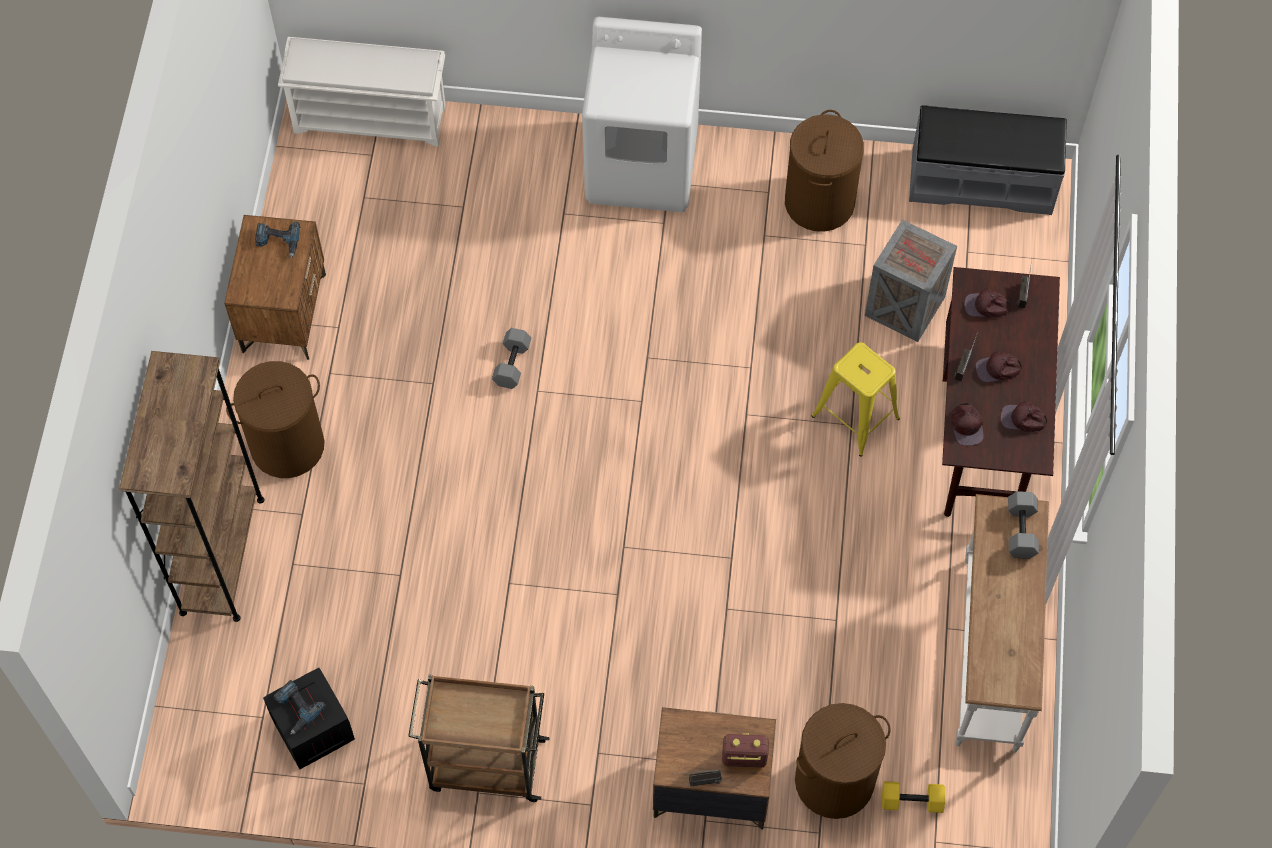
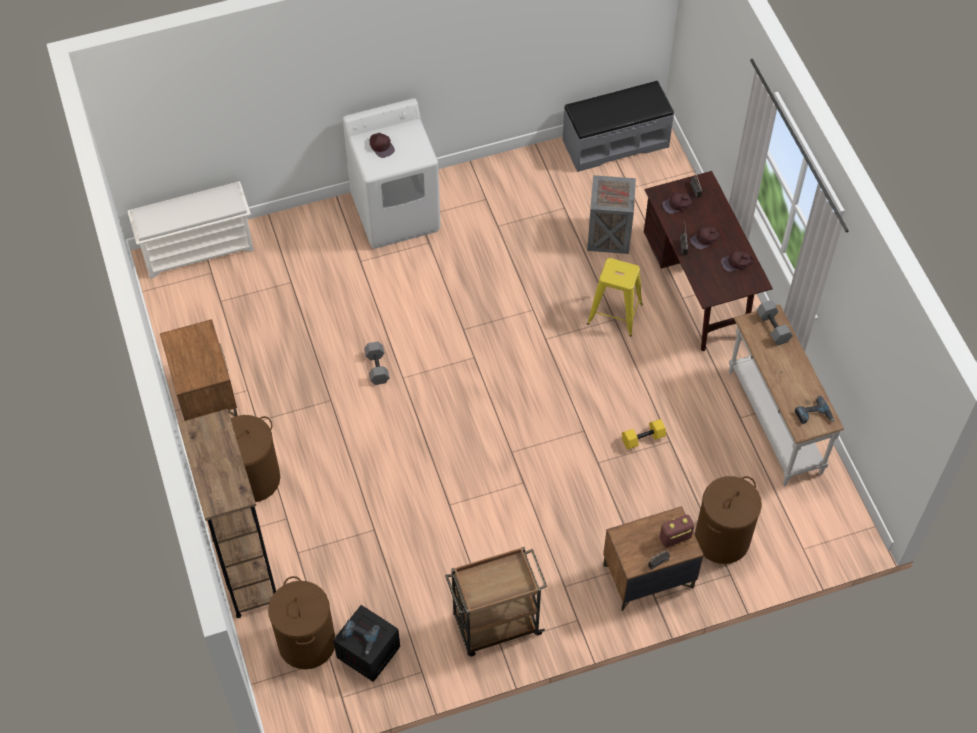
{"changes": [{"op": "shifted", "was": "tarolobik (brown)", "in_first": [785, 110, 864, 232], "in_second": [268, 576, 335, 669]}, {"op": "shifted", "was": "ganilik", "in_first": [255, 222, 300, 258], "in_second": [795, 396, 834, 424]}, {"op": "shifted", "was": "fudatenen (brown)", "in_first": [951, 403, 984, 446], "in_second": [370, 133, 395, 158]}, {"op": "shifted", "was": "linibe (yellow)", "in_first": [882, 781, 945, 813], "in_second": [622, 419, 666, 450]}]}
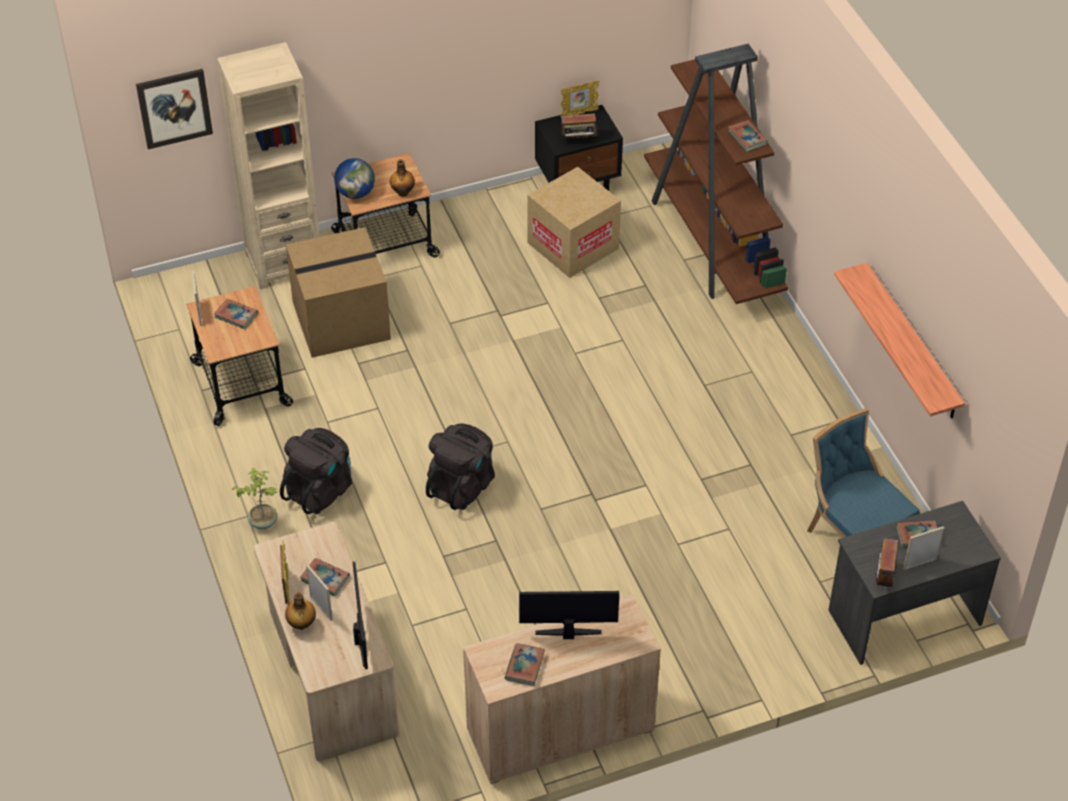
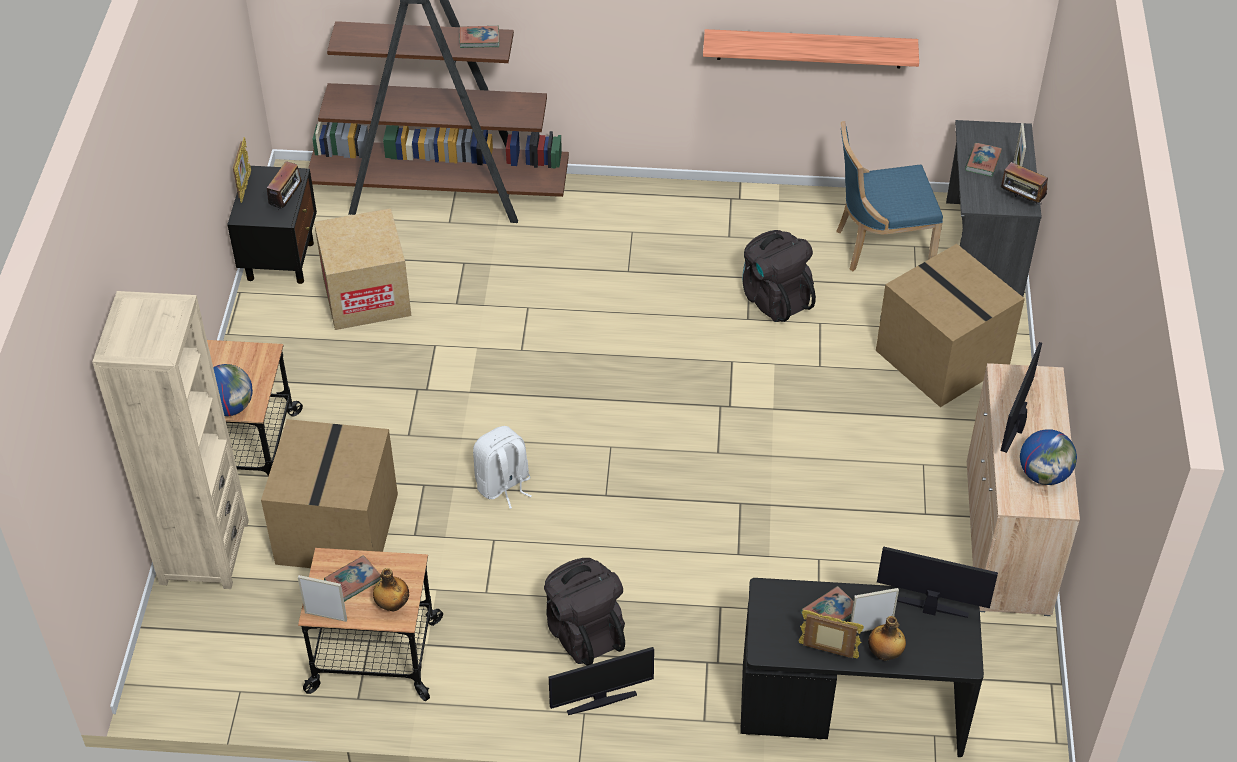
{"changes": [{"op": "gone", "was": "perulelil", "in_first": [136, 69, 213, 149]}, {"op": "shifted", "was": "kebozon", "in_first": [390, 160, 415, 196], "in_second": [373, 568, 409, 611]}, {"op": "shifted", "was": "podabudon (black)", "in_first": [426, 424, 495, 510], "in_second": [742, 230, 816, 322]}, {"op": "swapped", "was": "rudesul", "now": "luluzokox", "in_first": [232, 468, 277, 529], "in_second": [549, 647, 654, 715]}, {"op": "repainted", "was": "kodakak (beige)", "now": "kodakak (black)", "in_first": [254, 522, 399, 761], "in_second": [740, 578, 984, 757]}, {"op": "swapped", "was": "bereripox", "now": "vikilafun", "in_first": [505, 643, 545, 686], "in_second": [1020, 429, 1077, 485]}, {"op": "new", "now": "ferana", "in_second": [876, 244, 1025, 407]}, {"op": "new", "now": "podabudon (white)", "in_second": [473, 426, 532, 509]}]}
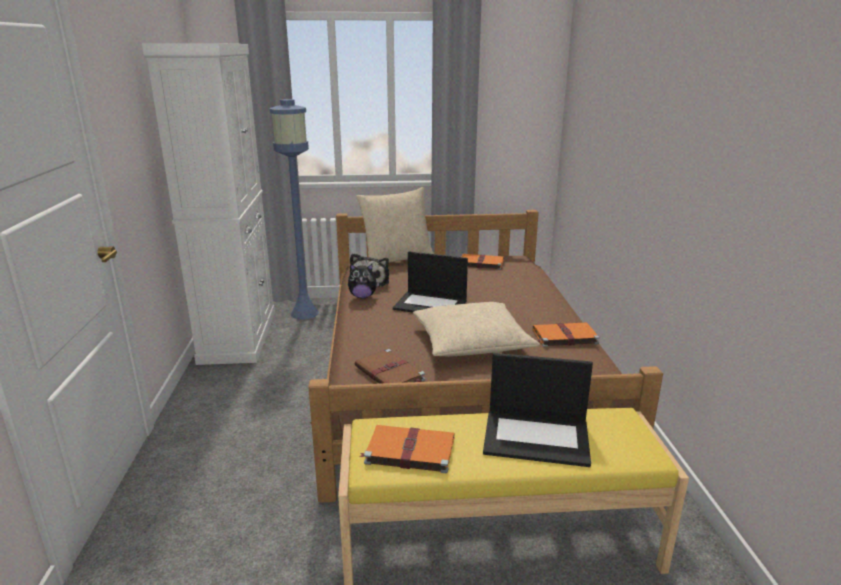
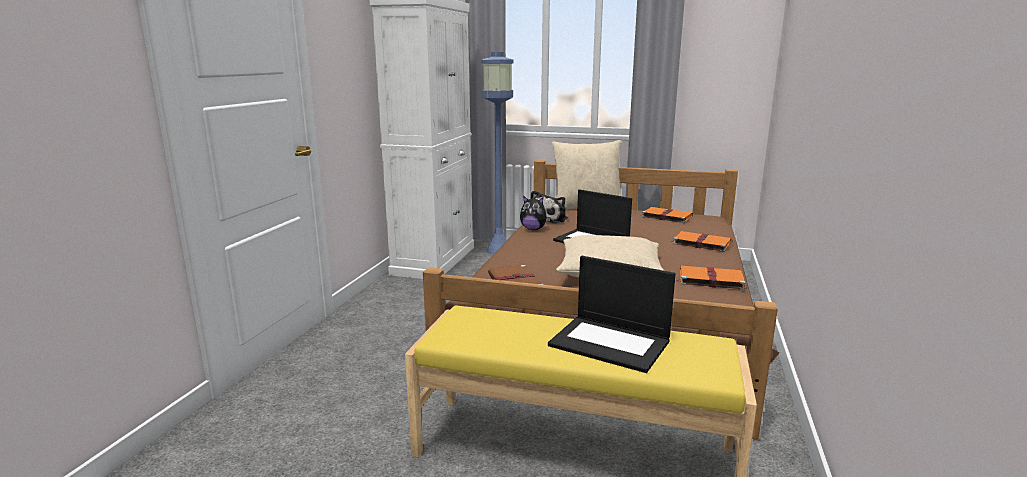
{"changes": [{"op": "shifted", "was": "bereripox (orange)", "in_first": [359, 425, 454, 473], "in_second": [672, 231, 731, 252]}]}
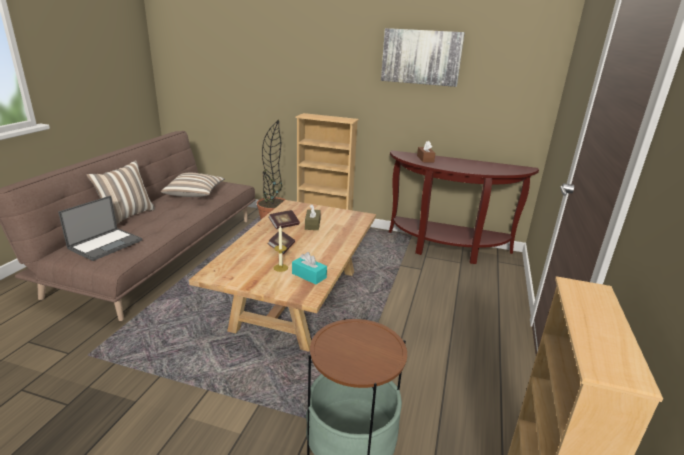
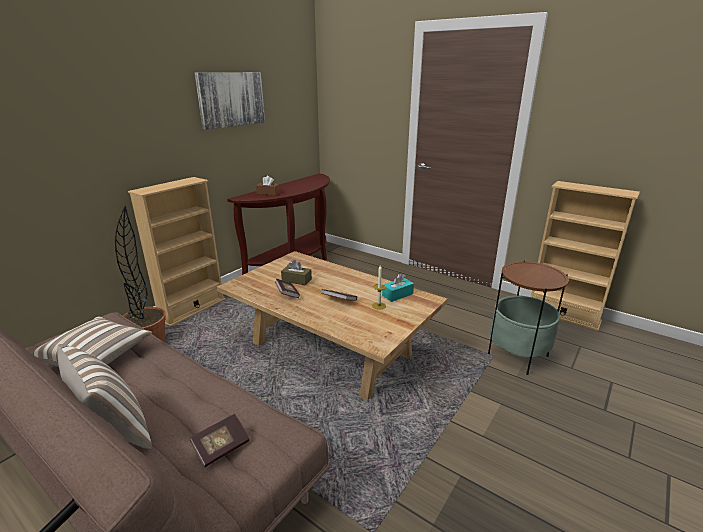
{"changes": [{"op": "swapped", "was": "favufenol", "now": "bereripox", "in_first": [58, 196, 142, 261], "in_second": [190, 414, 250, 467]}]}
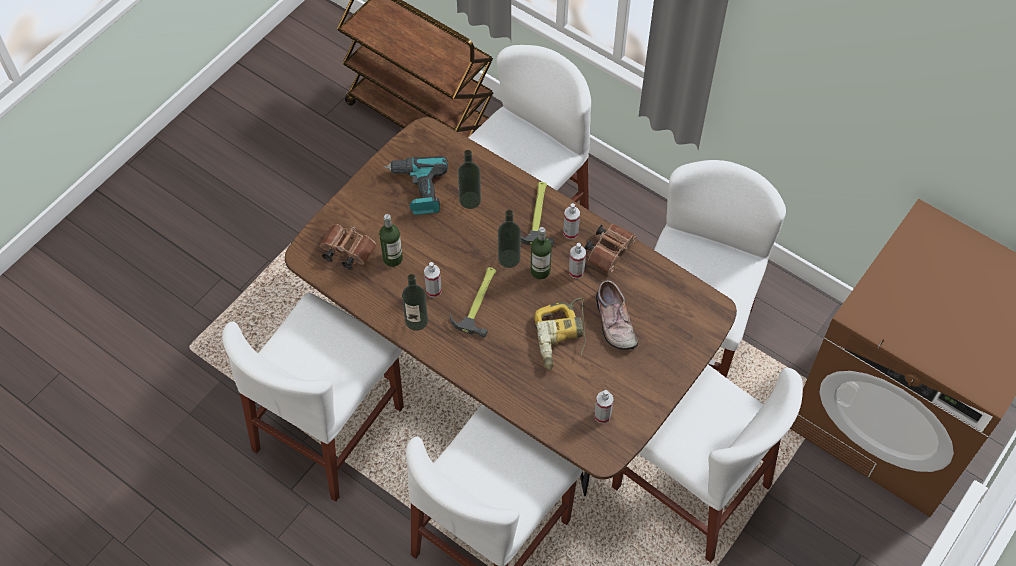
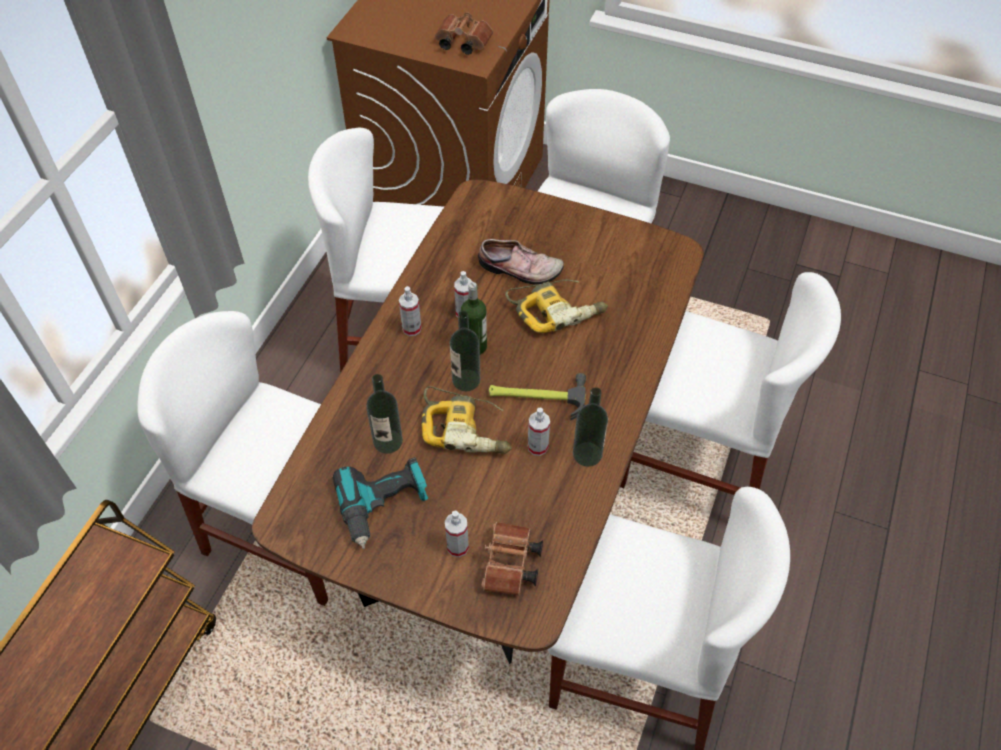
{"changes": [{"op": "gone", "was": "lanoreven", "in_first": [521, 182, 554, 246]}, {"op": "gone", "was": "kebozon", "in_first": [379, 214, 403, 267]}, {"op": "shifted", "was": "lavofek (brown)", "in_first": [584, 224, 637, 273], "in_second": [435, 12, 493, 55]}, {"op": "rotated", "was": "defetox", "in_first": [596, 281, 638, 350], "in_second": [478, 239, 564, 285], "clockwise": 45}, {"op": "shifted", "was": "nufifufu", "in_first": [594, 390, 614, 424], "in_second": [445, 511, 469, 557]}, {"op": "new", "now": "ganilik", "in_second": [421, 386, 512, 454]}]}
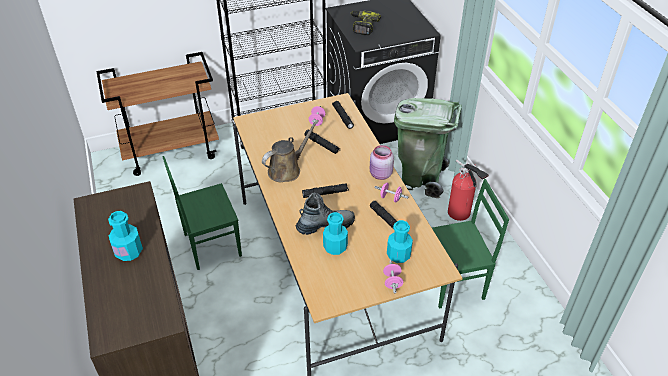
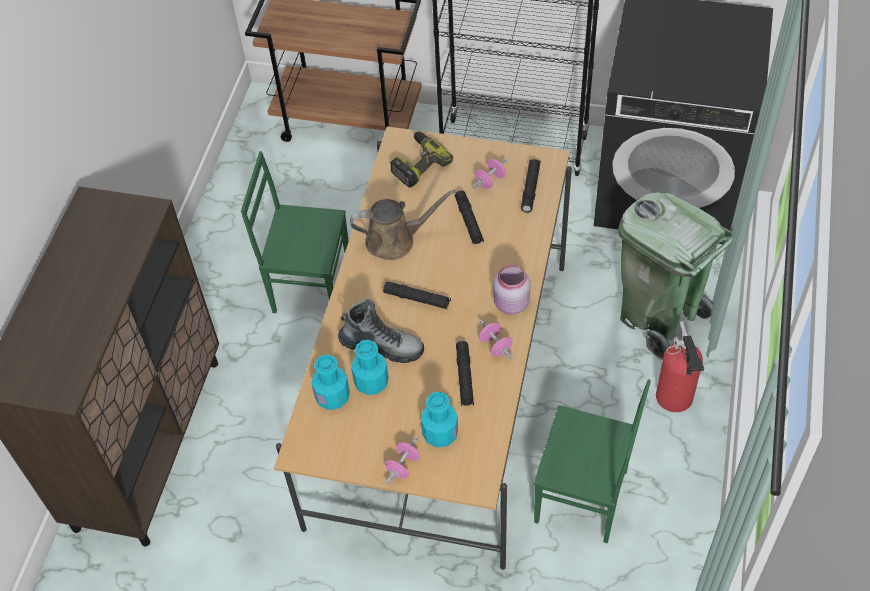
{"changes": [{"op": "shifted", "was": "ganilik", "in_first": [351, 11, 381, 35], "in_second": [390, 132, 453, 188]}, {"op": "shifted", "was": "kebozon (turquoise)", "in_first": [108, 211, 143, 261], "in_second": [311, 355, 350, 410]}]}
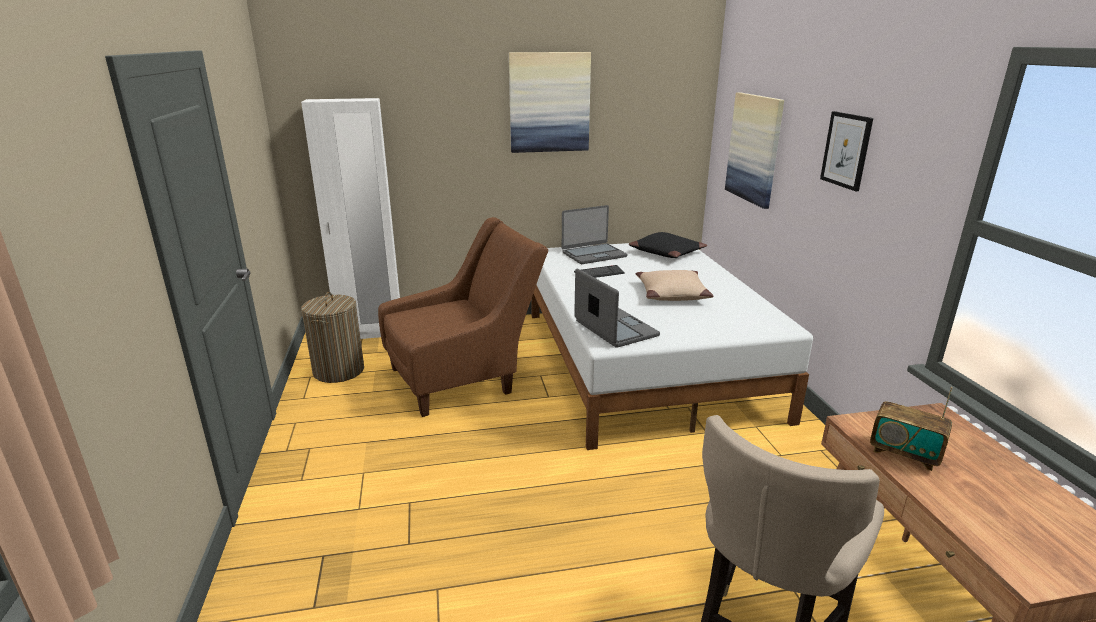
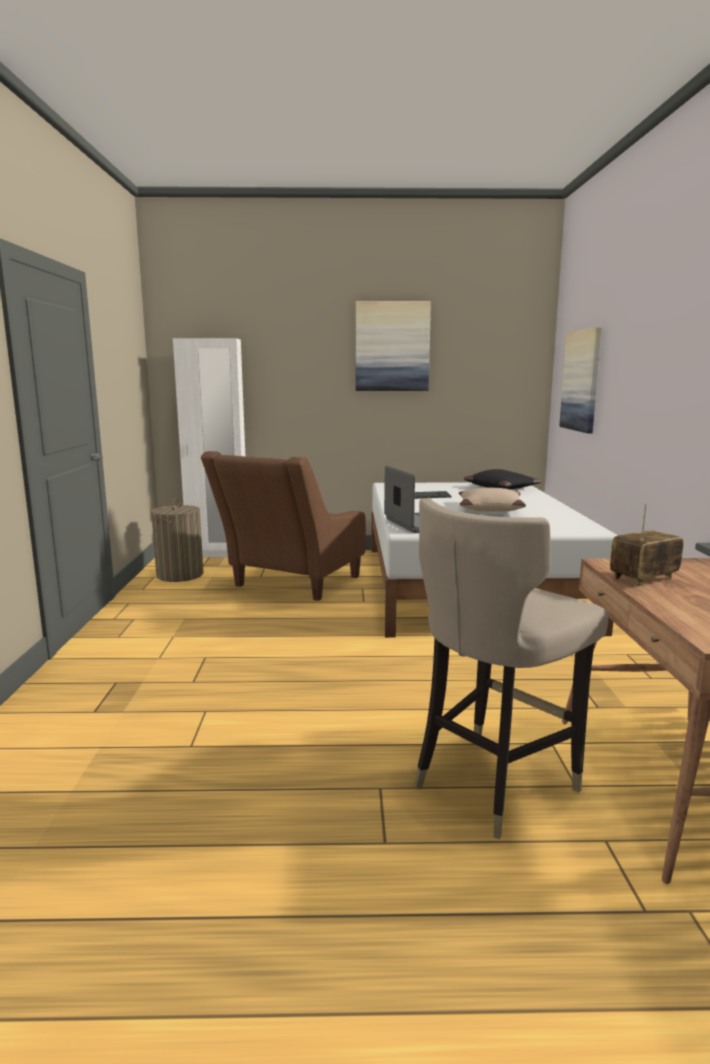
{"changes": [{"op": "gone", "was": "perulelil", "in_first": [820, 111, 873, 191]}, {"op": "gone", "was": "favufenol", "in_first": [562, 205, 627, 264]}, {"op": "rotated", "was": "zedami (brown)", "in_first": [378, 217, 548, 417], "in_second": [201, 451, 366, 601], "clockwise": 135}, {"op": "rotated", "was": "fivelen", "in_first": [870, 387, 953, 471], "in_second": [610, 504, 684, 586], "clockwise": 105}]}
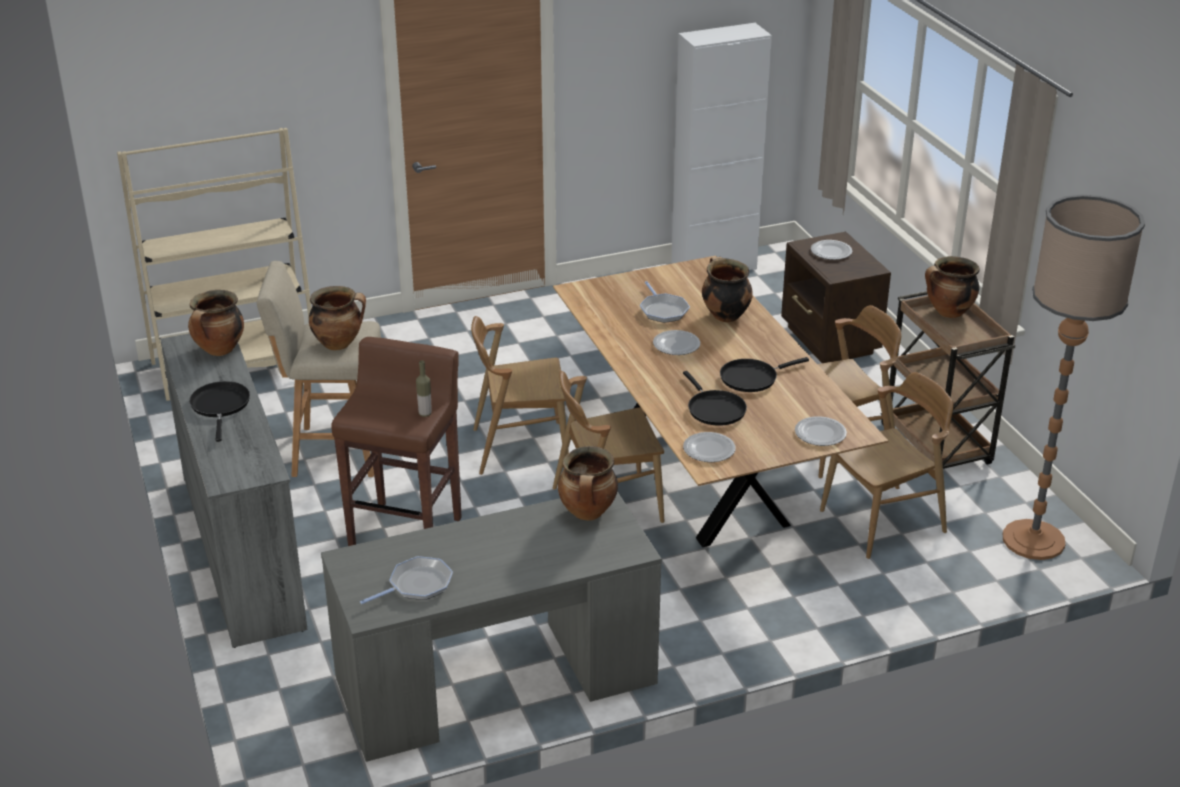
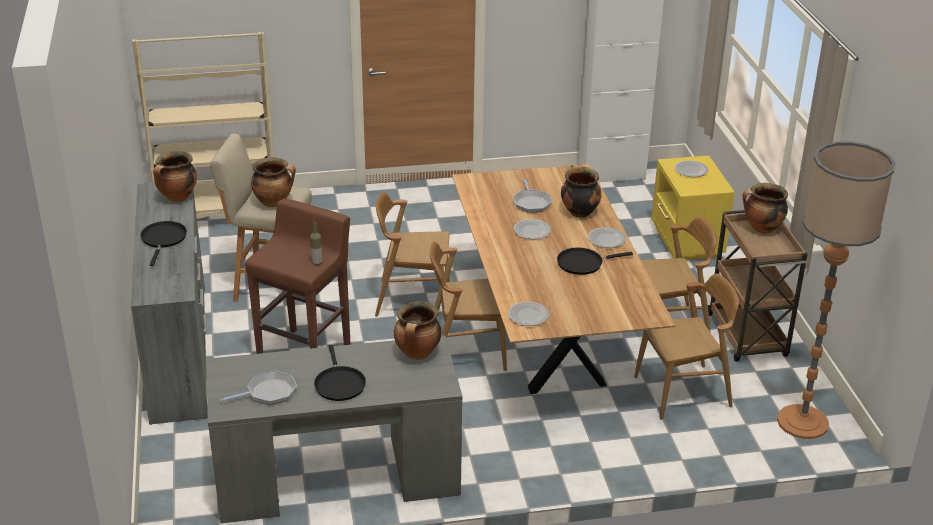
{"changes": [{"op": "repainted", "was": "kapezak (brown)", "now": "kapezak (yellow)", "in_first": [781, 232, 891, 363], "in_second": [651, 155, 735, 260]}, {"op": "shifted", "was": "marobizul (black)", "in_first": [683, 371, 747, 426], "in_second": [314, 345, 366, 401]}, {"op": "shifted", "was": "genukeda", "in_first": [795, 416, 847, 446], "in_second": [588, 227, 626, 248]}]}
